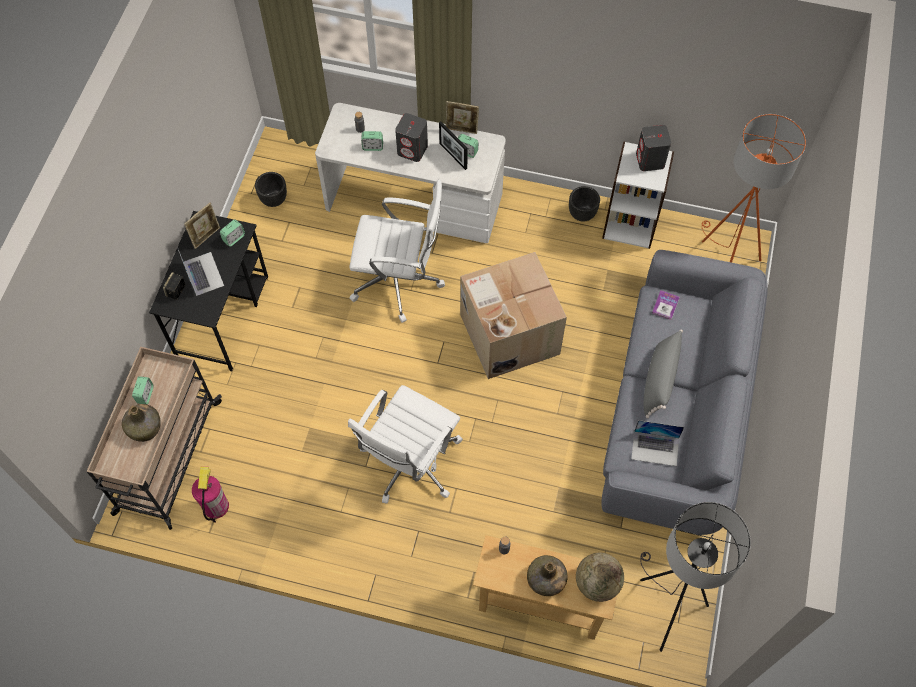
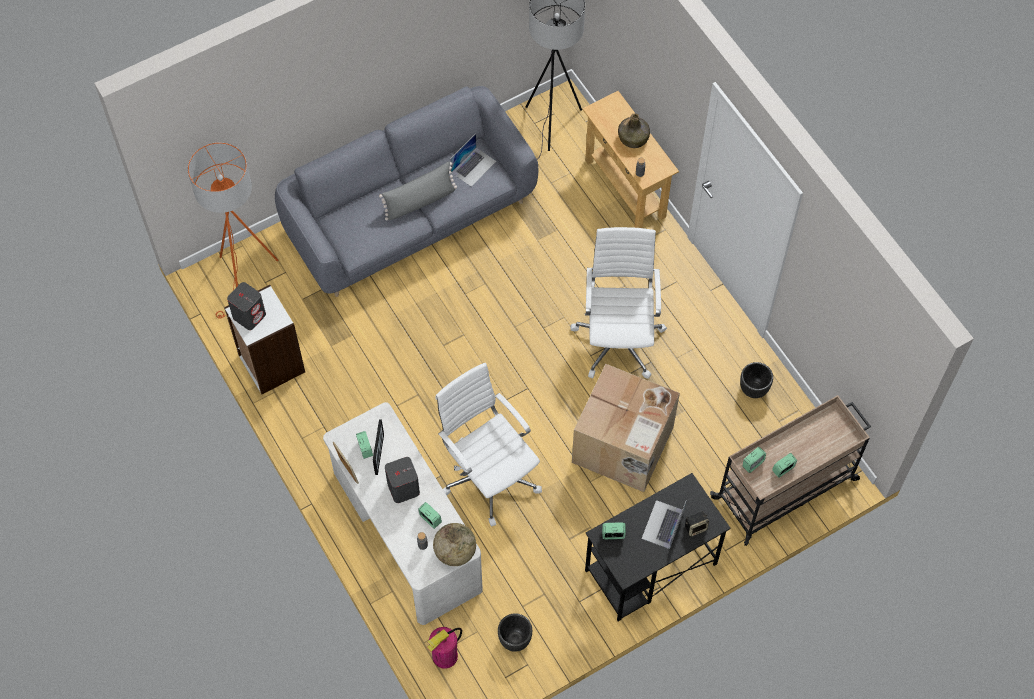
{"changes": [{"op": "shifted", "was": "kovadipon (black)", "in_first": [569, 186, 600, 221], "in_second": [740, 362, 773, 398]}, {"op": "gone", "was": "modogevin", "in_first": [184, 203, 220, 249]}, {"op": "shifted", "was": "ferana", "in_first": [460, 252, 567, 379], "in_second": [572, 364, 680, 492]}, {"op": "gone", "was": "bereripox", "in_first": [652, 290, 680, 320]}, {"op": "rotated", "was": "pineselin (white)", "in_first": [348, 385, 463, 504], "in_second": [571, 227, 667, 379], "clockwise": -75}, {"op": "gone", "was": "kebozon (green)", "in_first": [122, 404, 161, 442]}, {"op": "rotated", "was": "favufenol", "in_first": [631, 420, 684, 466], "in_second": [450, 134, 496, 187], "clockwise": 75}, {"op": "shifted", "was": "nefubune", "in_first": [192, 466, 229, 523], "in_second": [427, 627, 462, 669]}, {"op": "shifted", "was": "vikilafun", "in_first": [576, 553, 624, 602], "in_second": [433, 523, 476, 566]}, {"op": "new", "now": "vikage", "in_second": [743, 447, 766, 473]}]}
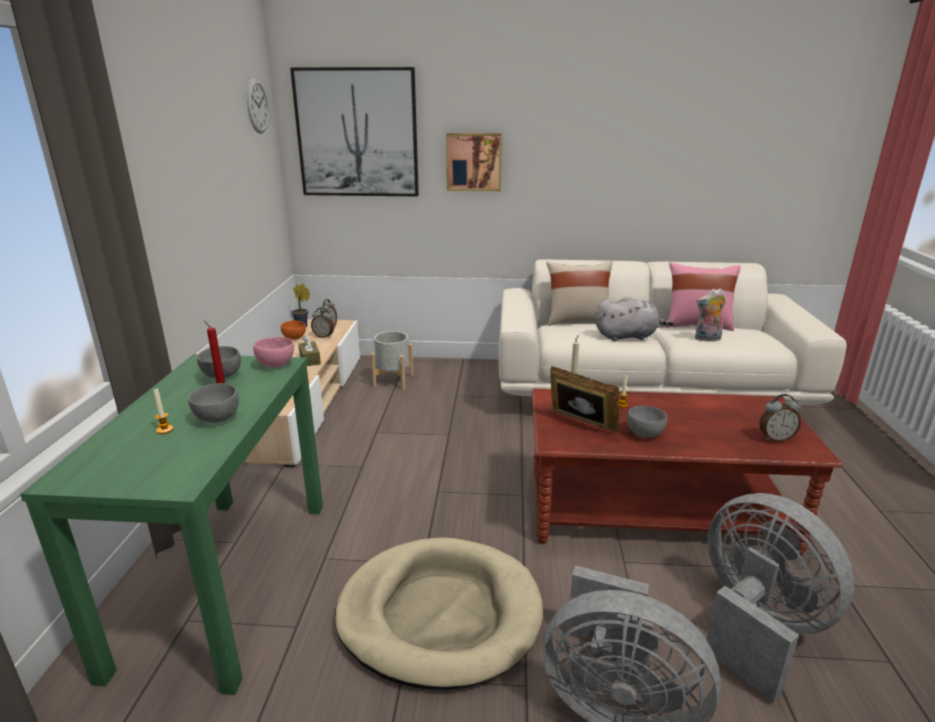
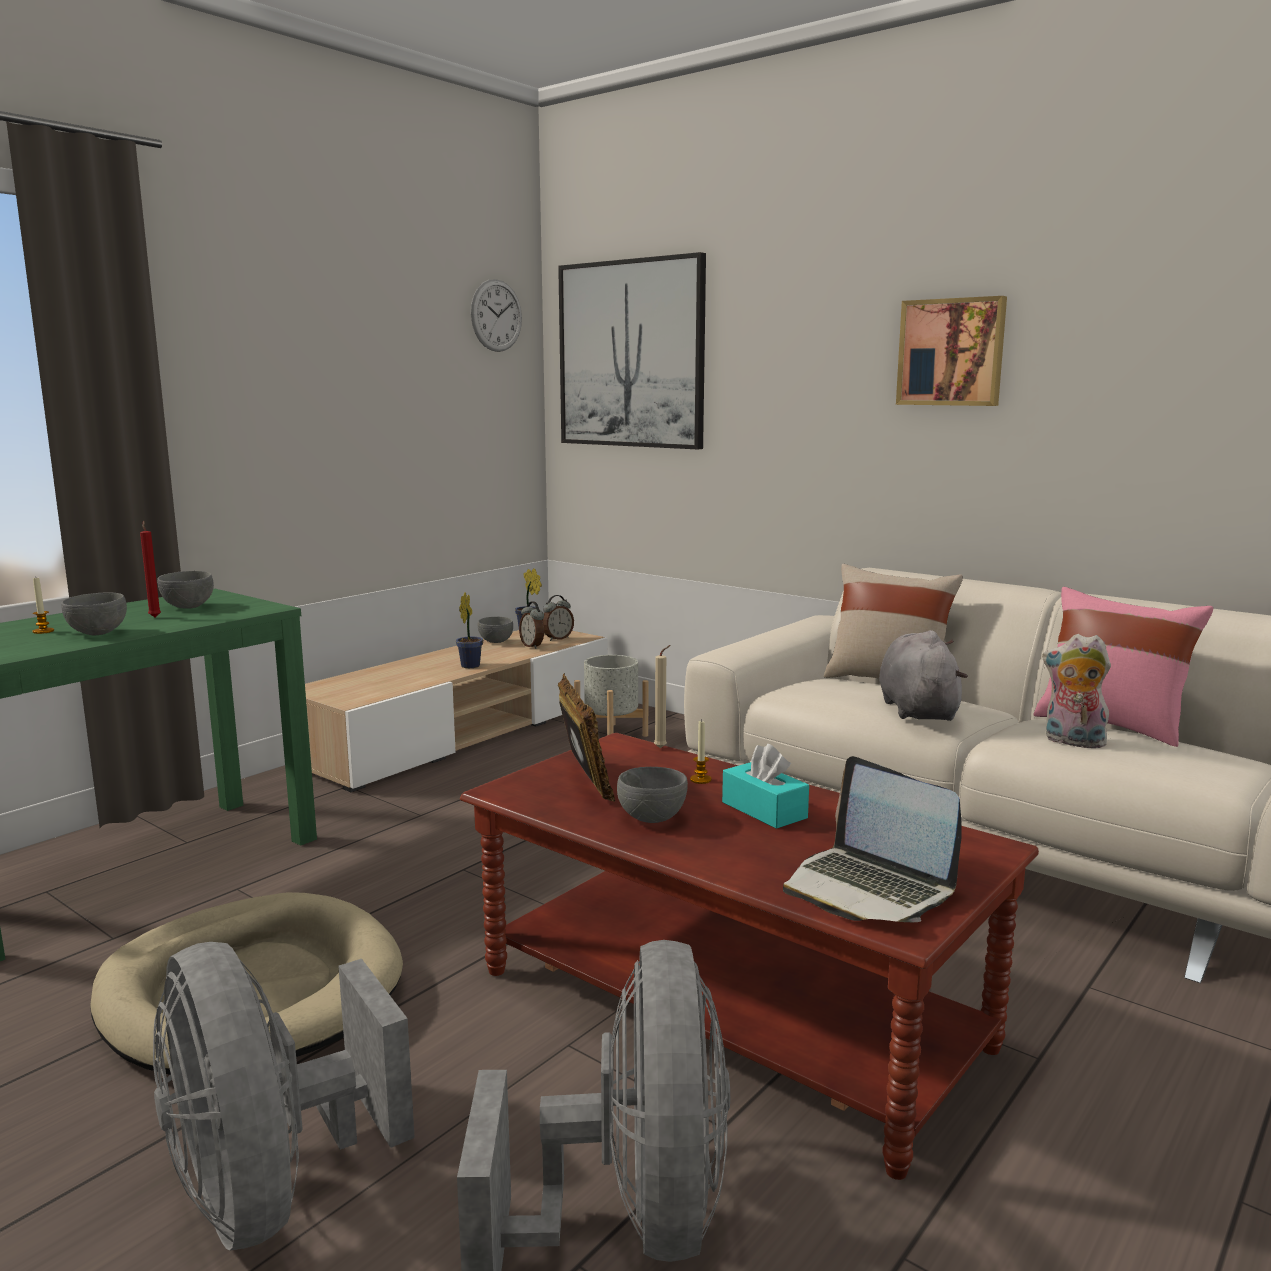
{"changes": [{"op": "shifted", "was": "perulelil", "in_first": [446, 133, 502, 191], "in_second": [896, 296, 1007, 406]}, {"op": "rotated", "was": "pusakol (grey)", "in_first": [595, 297, 674, 341], "in_second": [879, 630, 968, 721], "clockwise": -120}, {"op": "repainted", "was": "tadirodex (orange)", "now": "tadirodex (grey)", "in_first": [281, 321, 306, 340], "in_second": [478, 617, 513, 643]}, {"op": "swapped", "was": "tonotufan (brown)", "now": "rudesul", "in_first": [298, 336, 321, 366], "in_second": [456, 592, 483, 668]}, {"op": "gone", "was": "tadirodex (pink)", "in_first": [253, 337, 294, 368]}, {"op": "swapped", "was": "vikage", "now": "favufenol", "in_first": [760, 394, 801, 442], "in_second": [783, 756, 962, 922]}, {"op": "new", "now": "tonotufan (turquoise)", "in_second": [722, 744, 809, 829]}]}
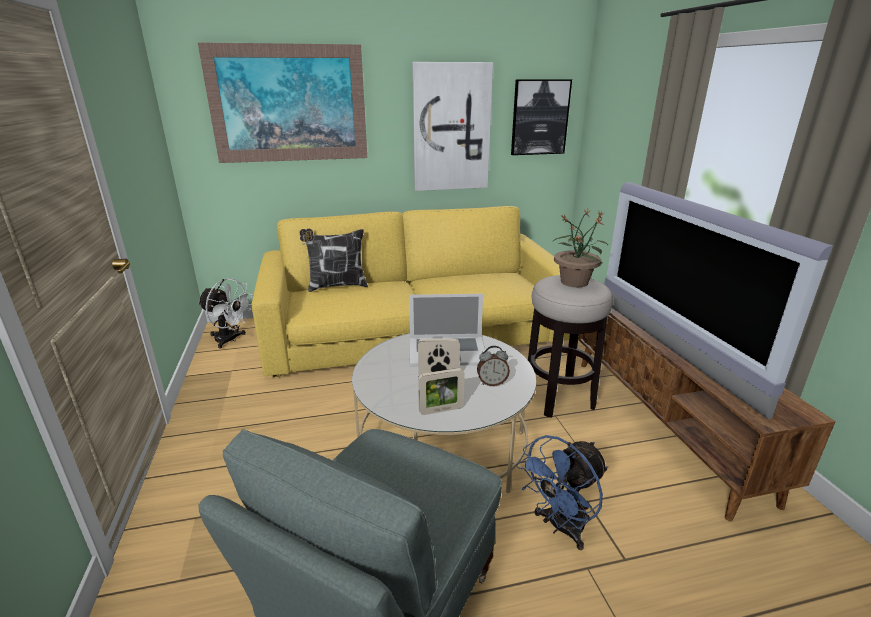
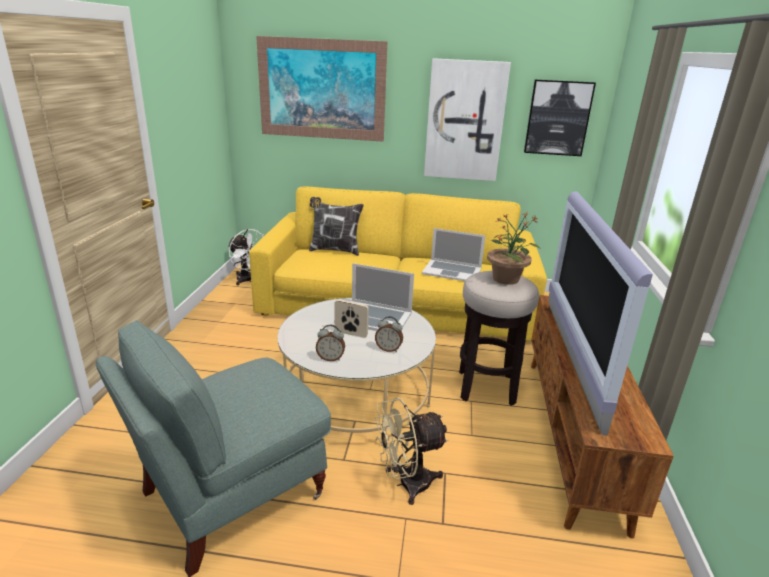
{"changes": [{"op": "swapped", "was": "modogevin", "now": "vikage", "in_first": [418, 368, 465, 415], "in_second": [316, 325, 345, 361]}, {"op": "repainted", "was": "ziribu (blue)", "now": "ziribu (beige)", "in_first": [516, 435, 608, 550], "in_second": [374, 397, 448, 505]}, {"op": "new", "now": "favufenol", "in_second": [422, 228, 486, 281]}]}
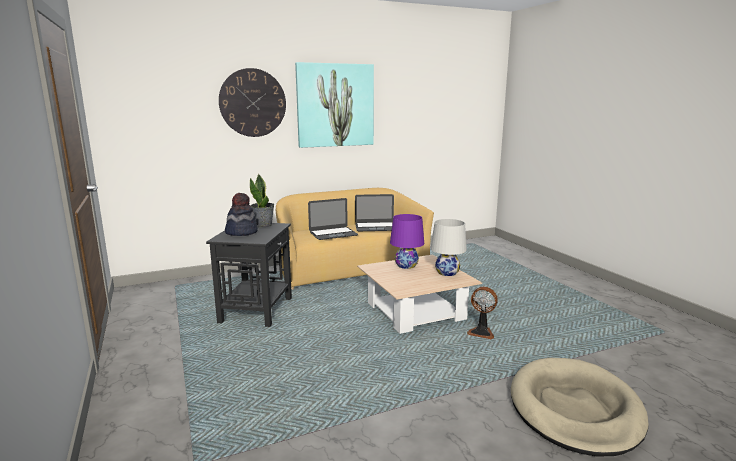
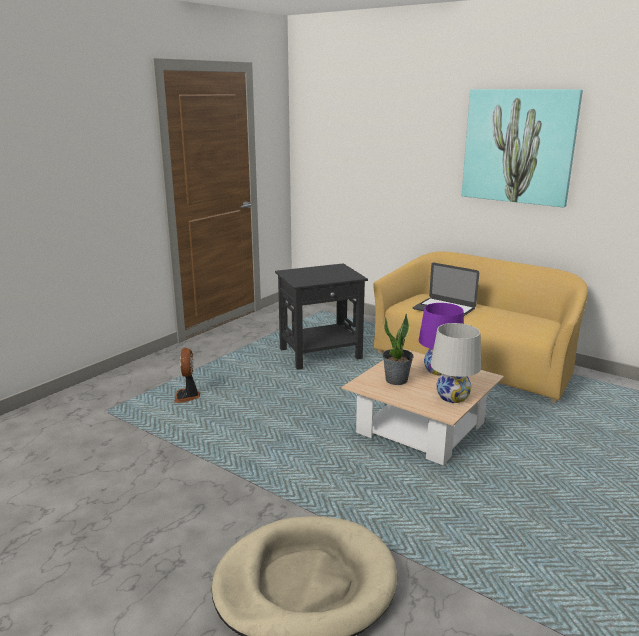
{"changes": [{"op": "gone", "was": "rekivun", "in_first": [219, 68, 286, 137]}, {"op": "shifted", "was": "rudesul", "in_first": [250, 174, 274, 227], "in_second": [383, 313, 414, 385]}, {"op": "gone", "was": "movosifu", "in_first": [225, 193, 258, 236]}, {"op": "gone", "was": "favufenol", "in_first": [355, 194, 394, 231]}, {"op": "shifted", "was": "ziribu", "in_first": [467, 287, 498, 339], "in_second": [174, 348, 200, 403]}]}
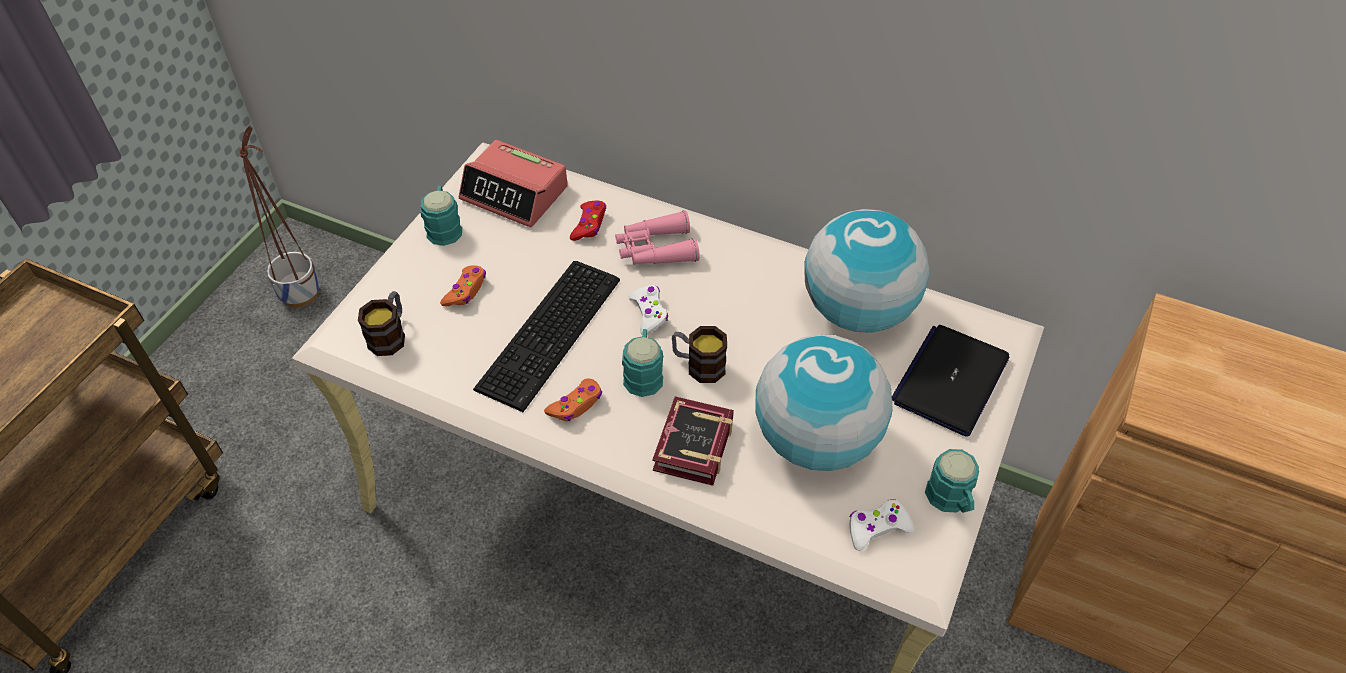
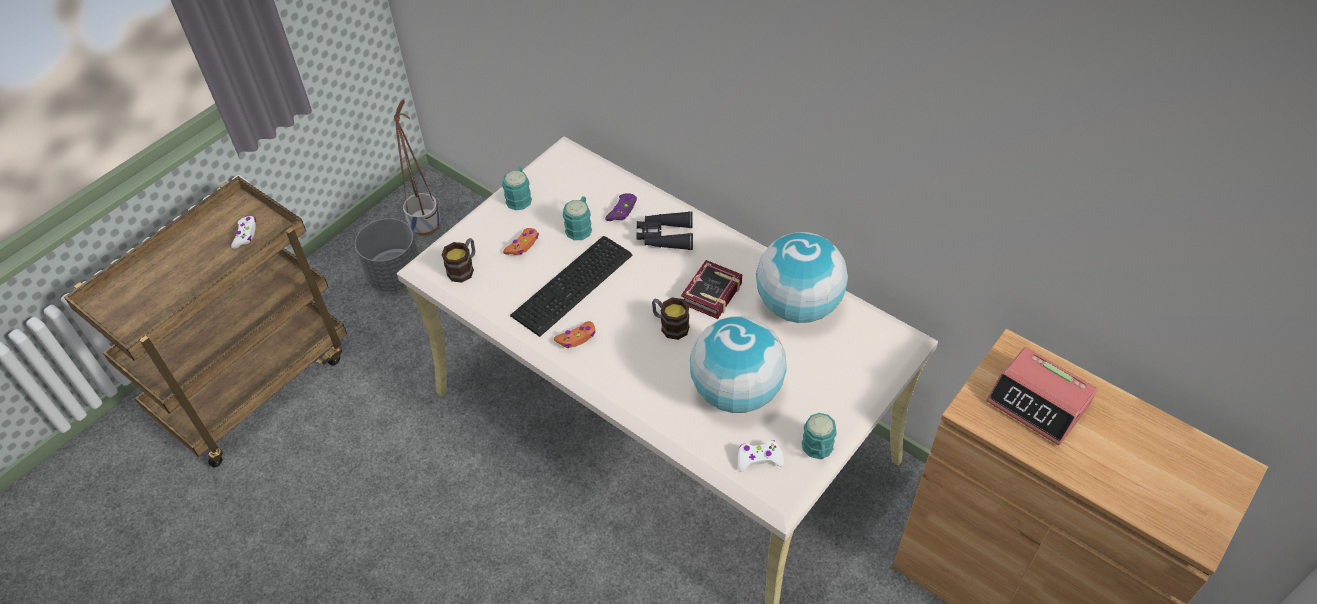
{"changes": [{"op": "shifted", "was": "vikage", "in_first": [459, 140, 568, 227], "in_second": [986, 347, 1098, 446]}, {"op": "repainted", "was": "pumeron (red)", "now": "pumeron (purple)", "in_first": [570, 201, 606, 241], "in_second": [605, 193, 637, 221]}, {"op": "repainted", "was": "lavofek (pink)", "now": "lavofek (black)", "in_first": [615, 211, 700, 265], "in_second": [636, 211, 693, 250]}, {"op": "shifted", "was": "pumeron (white)", "in_first": [628, 285, 668, 335], "in_second": [231, 216, 256, 249]}, {"op": "gone", "was": "favufenol", "in_first": [892, 325, 1010, 437]}, {"op": "shifted", "was": "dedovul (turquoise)", "in_first": [622, 329, 663, 397], "in_second": [563, 196, 592, 240]}, {"op": "shifted", "was": "bereripox", "in_first": [652, 396, 734, 486], "in_second": [681, 260, 742, 319]}, {"op": "new", "now": "kovadipon (grey)", "in_second": [355, 218, 419, 291]}]}
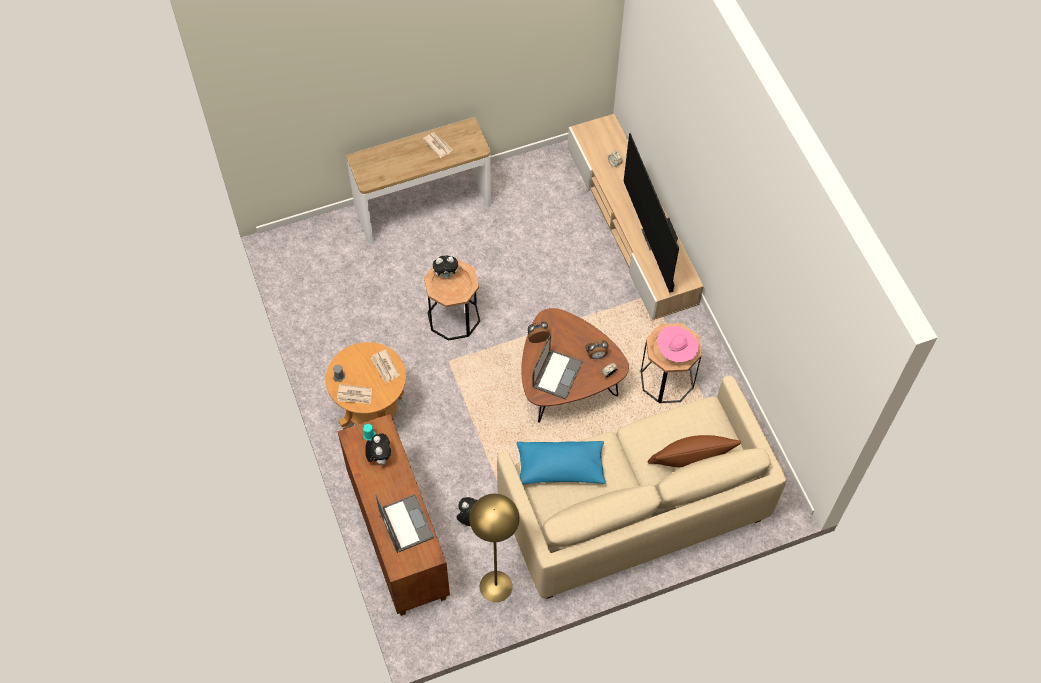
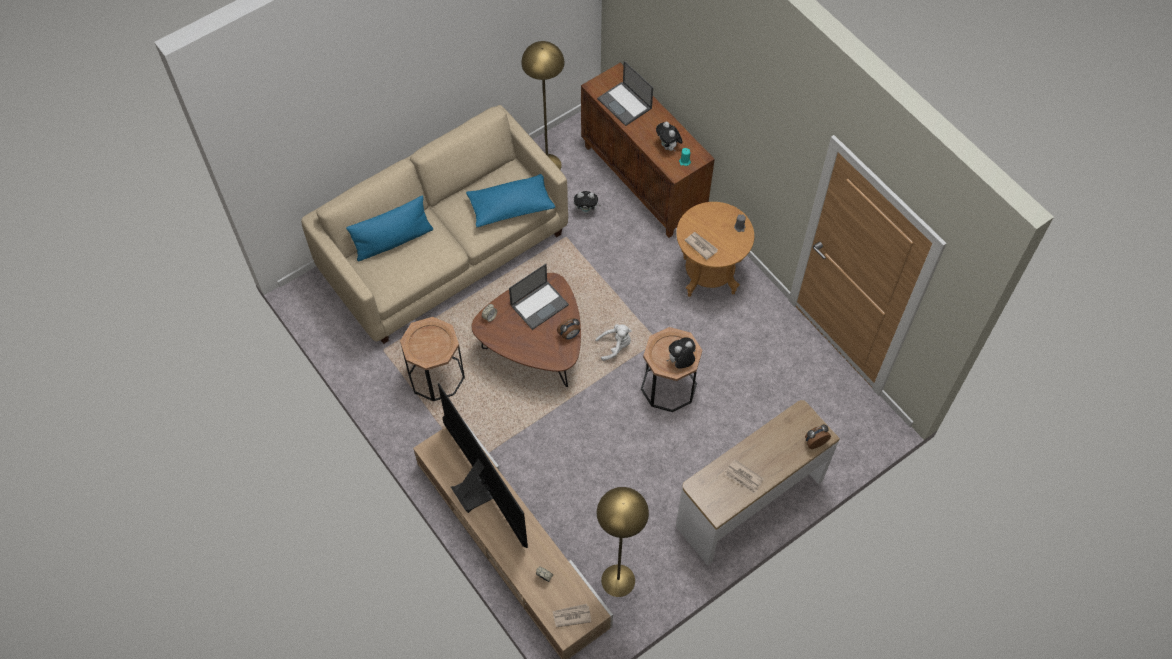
{"changes": [{"op": "gone", "was": "movosifu (pink)", "in_first": [657, 326, 699, 363]}, {"op": "rotated", "was": "favufenol", "in_first": [532, 334, 583, 400], "in_second": [509, 264, 569, 330], "clockwise": -135}, {"op": "shifted", "was": "vikage", "in_first": [585, 339, 608, 359], "in_second": [805, 424, 831, 449]}, {"op": "shifted", "was": "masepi", "in_first": [337, 384, 372, 404], "in_second": [553, 604, 591, 627]}, {"op": "repainted", "was": "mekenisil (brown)", "now": "mekenisil (blue)", "in_first": [647, 435, 741, 467], "in_second": [346, 196, 433, 261]}, {"op": "new", "now": "pusakol (white)", "in_second": [595, 324, 631, 361]}, {"op": "new", "now": "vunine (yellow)", "in_second": [597, 487, 649, 597]}]}
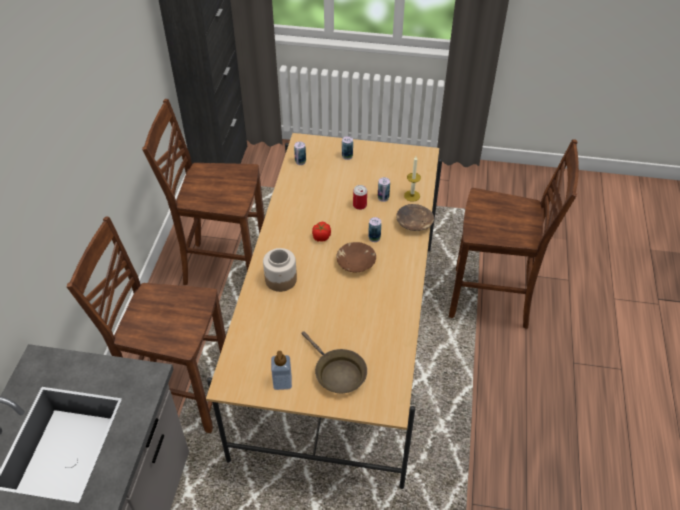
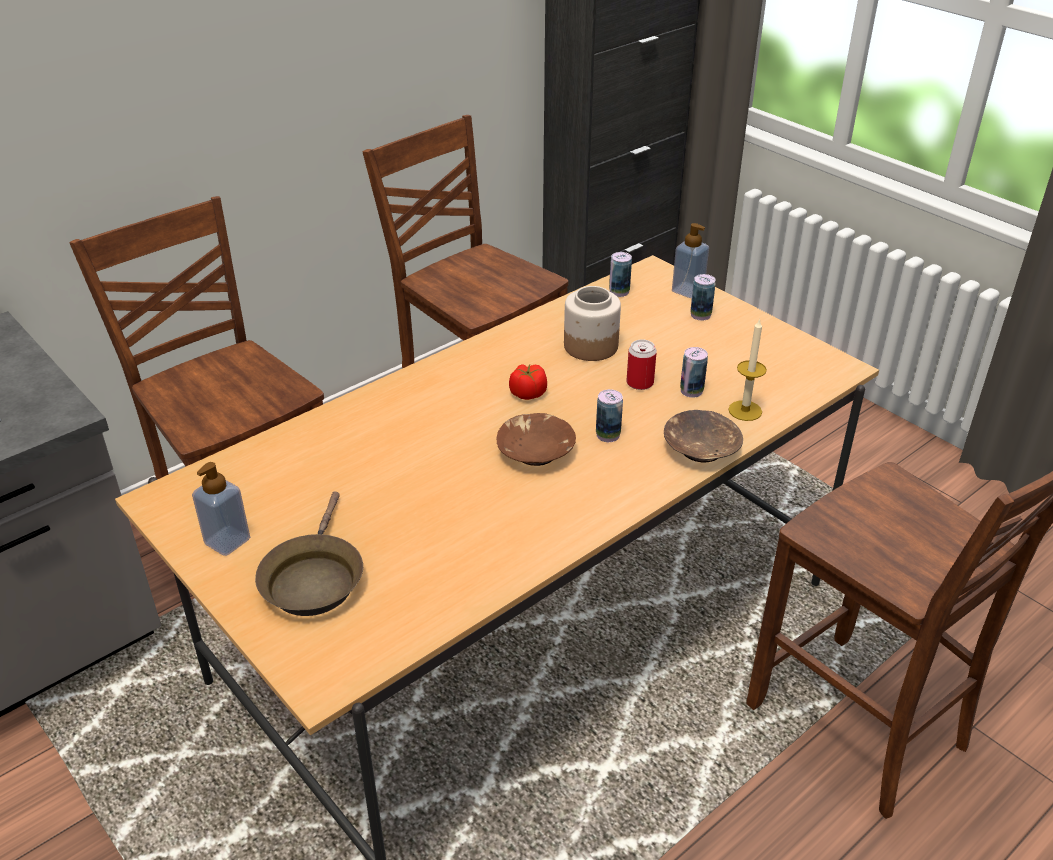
{"changes": [{"op": "shifted", "was": "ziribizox", "in_first": [263, 248, 297, 292], "in_second": [564, 286, 621, 361]}, {"op": "new", "now": "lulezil", "in_second": [672, 223, 709, 298]}]}
